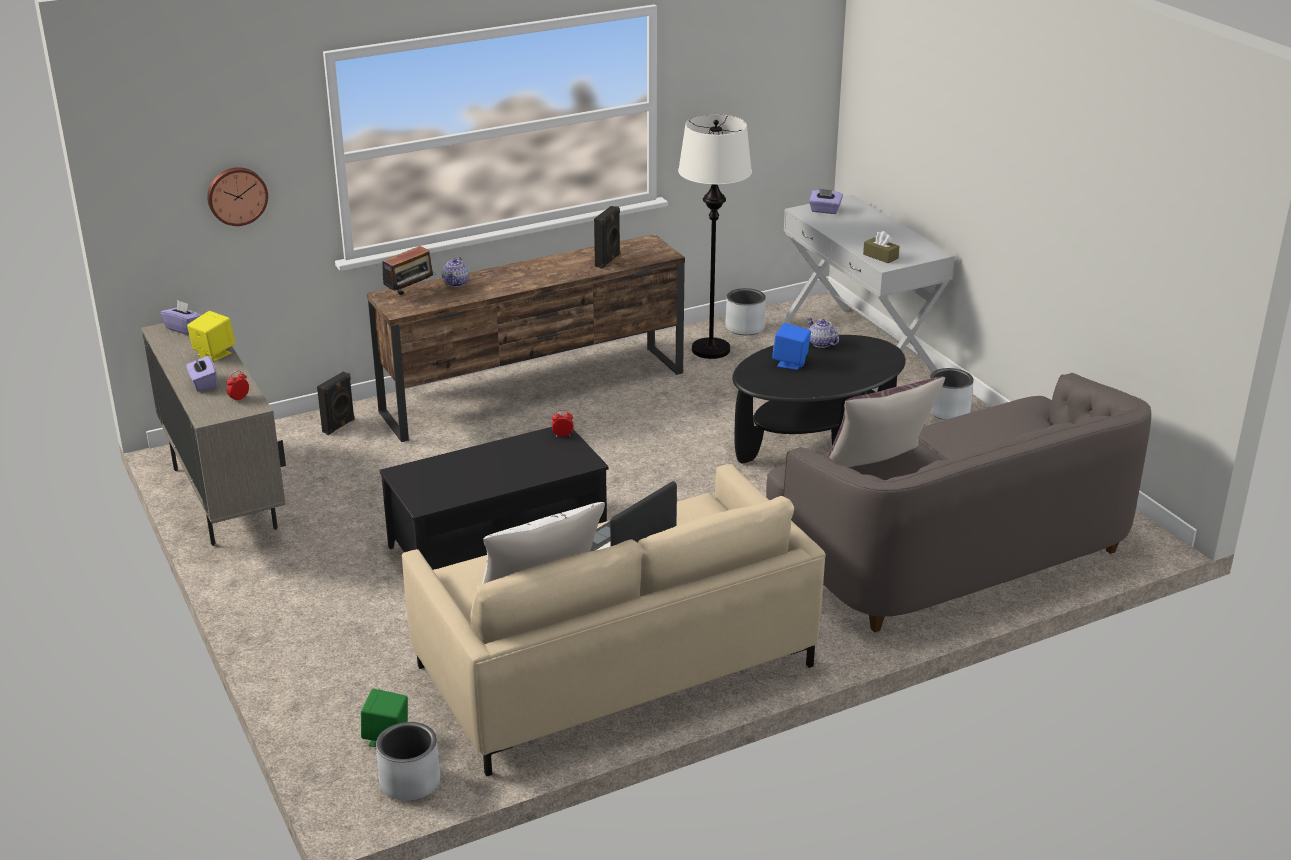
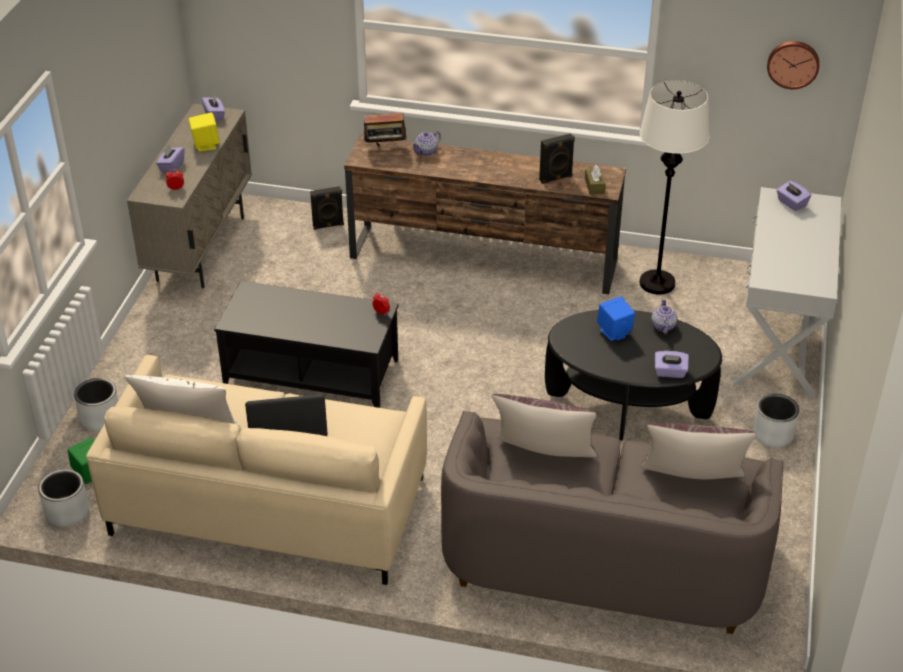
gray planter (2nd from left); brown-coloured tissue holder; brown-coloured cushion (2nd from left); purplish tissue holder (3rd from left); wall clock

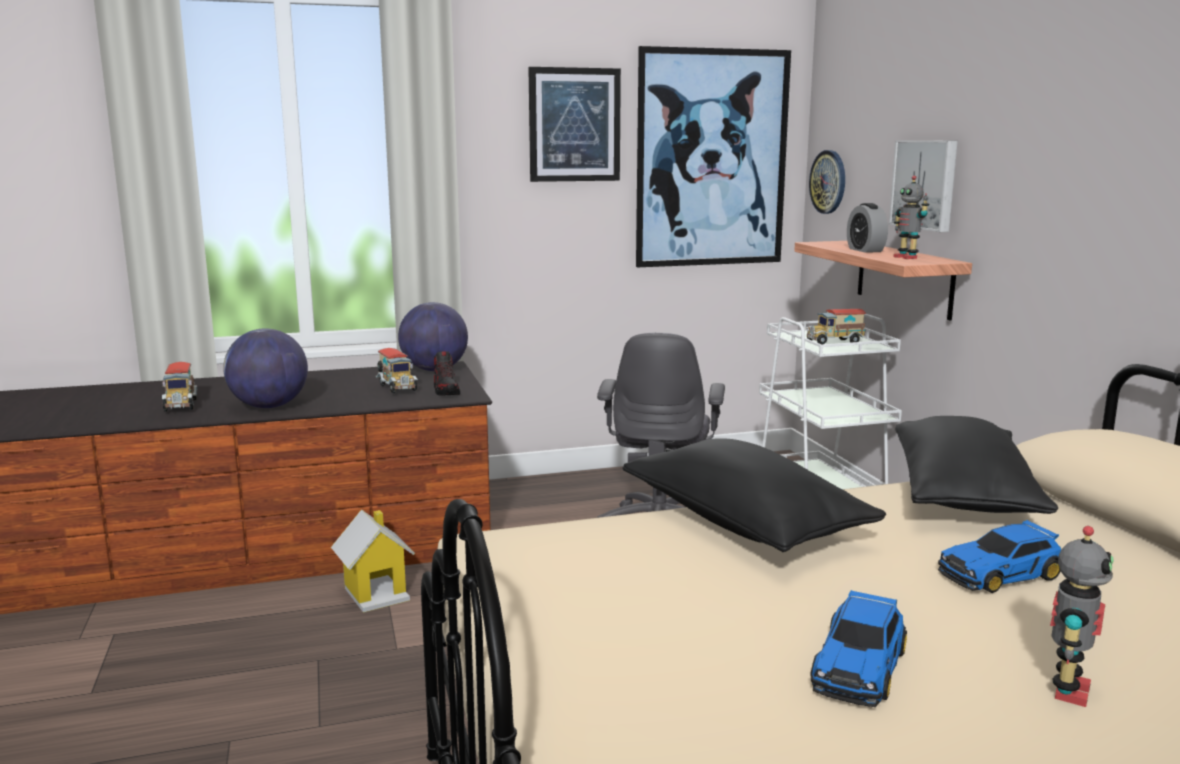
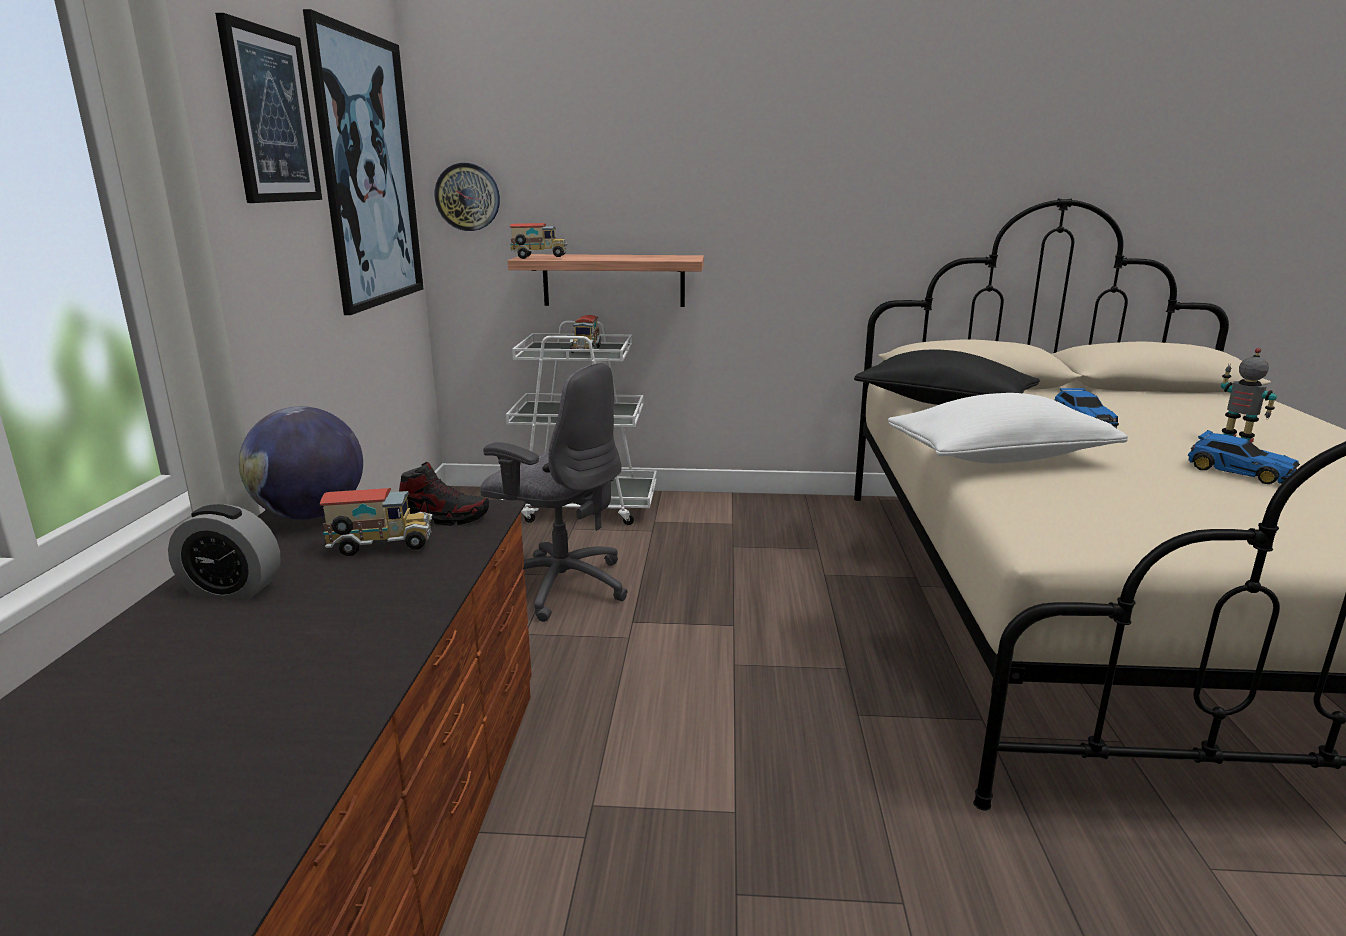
alarm clock; model truck (2nd from left); whitish cushion; desk globe (1st from left in the first image); model house; wall art (3rd from left in the first image); model robot (1st from left in the first image)

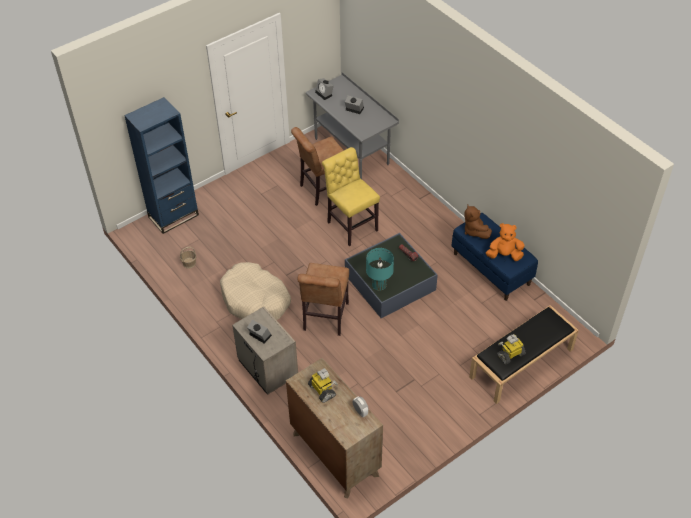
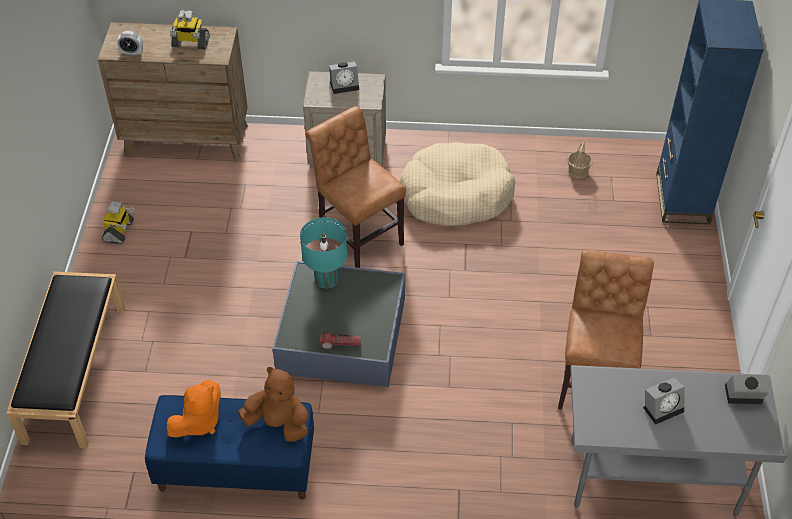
model robot (1st from left); yellowish upright chair

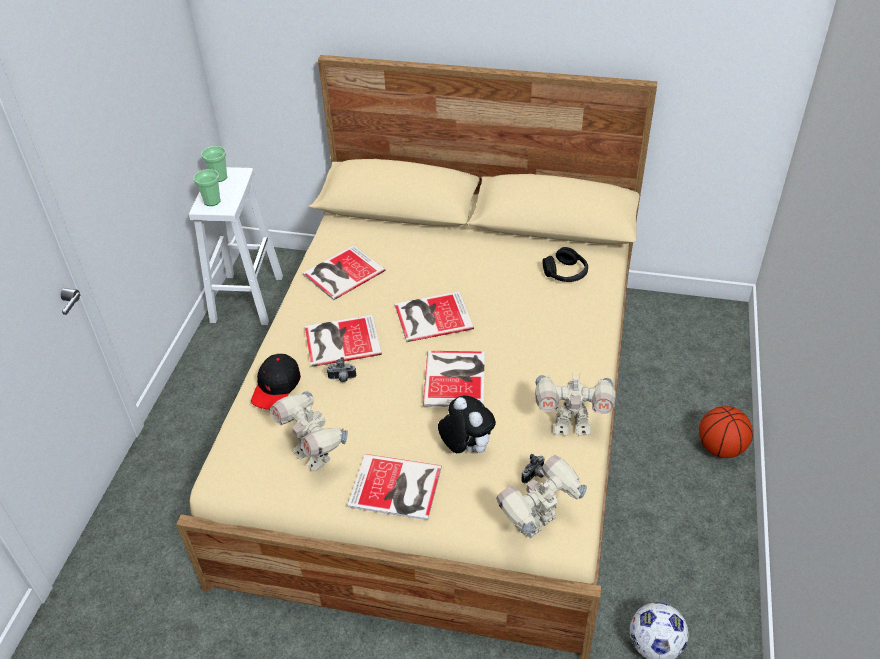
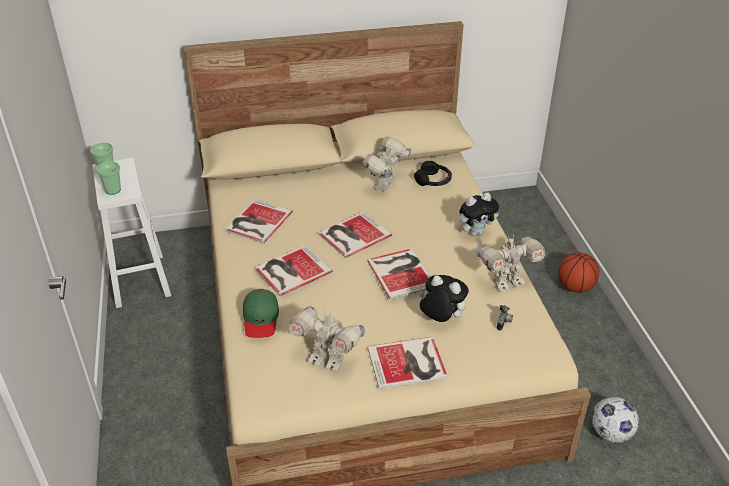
green-coloured baseball cap; model robot (2nd from left); soft toy (2nd from left); still camera (1st from left in the first image)

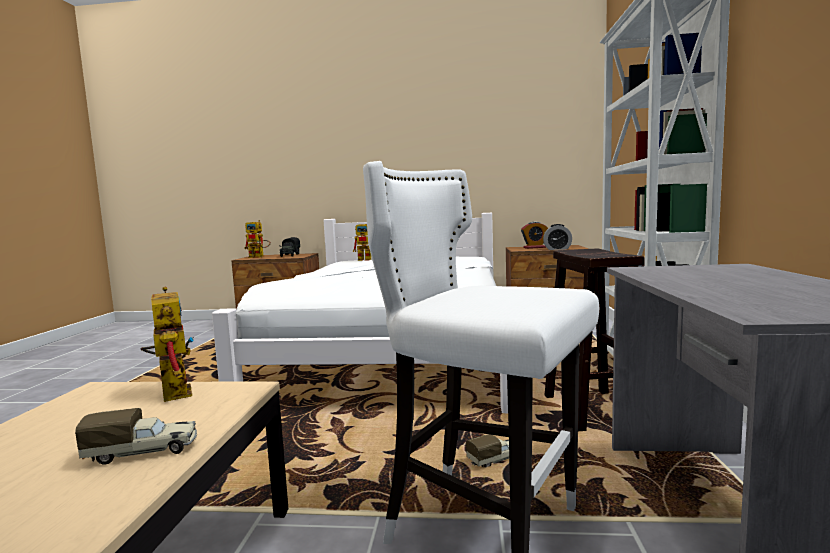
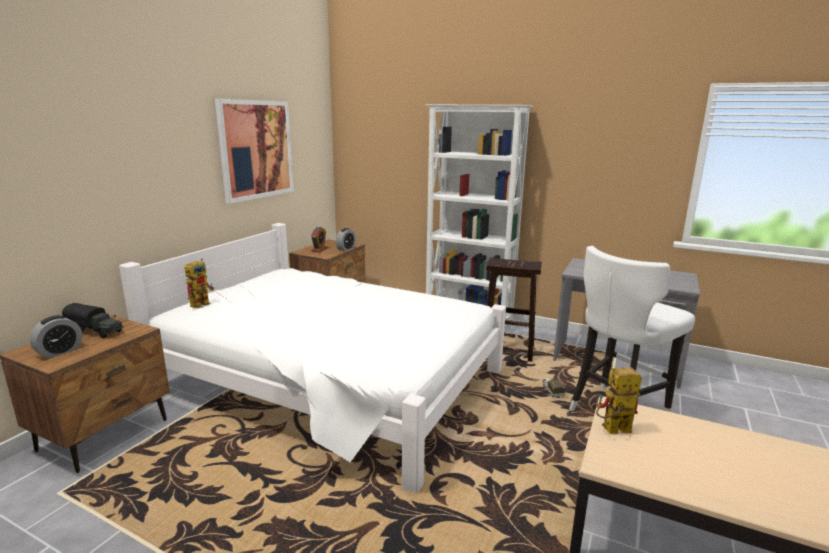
alarm clock (1st from left); wall art; model truck (1st from left in the first image)

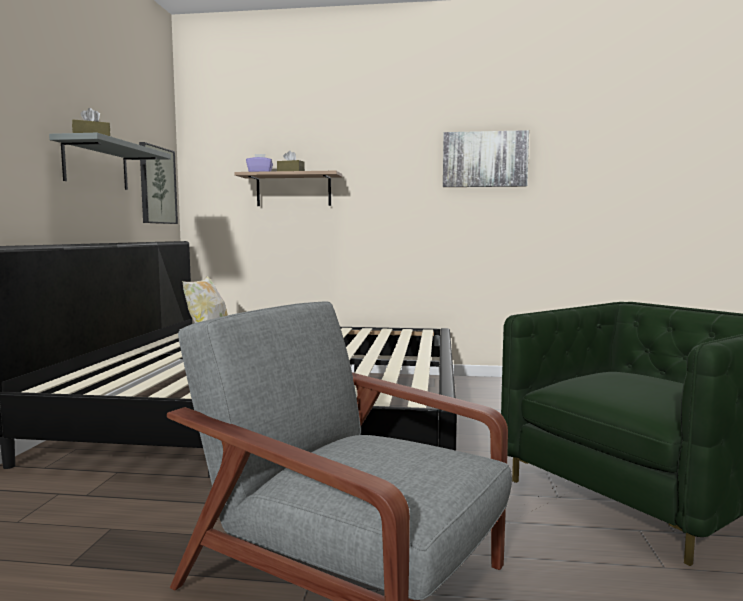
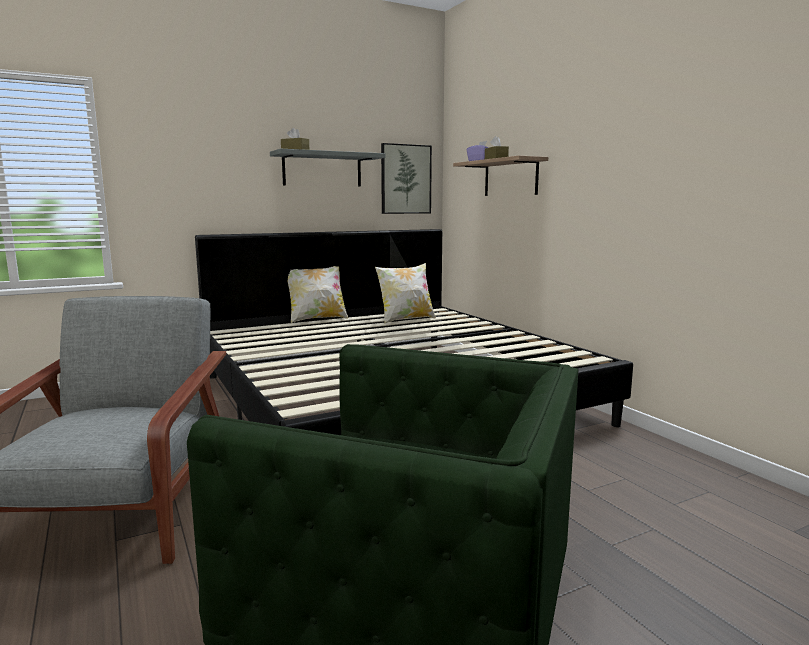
cushion (1st from left); wall art (2nd from left in the first image)

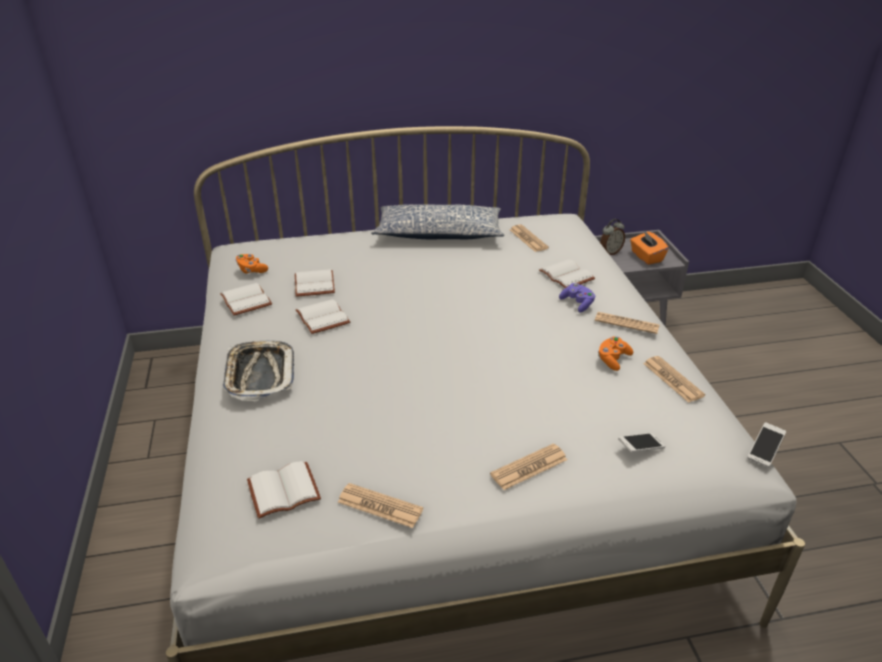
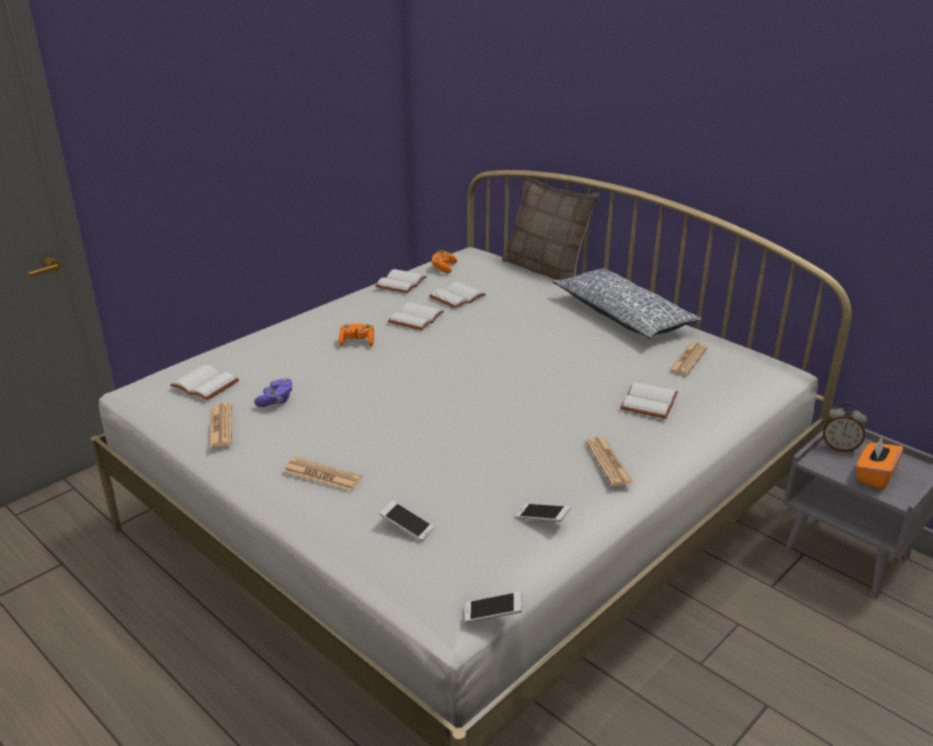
purplish gamepad; orange-coloured gamepad (1st from left); cushion (1st from left); handset (3rd from left); carrying tray

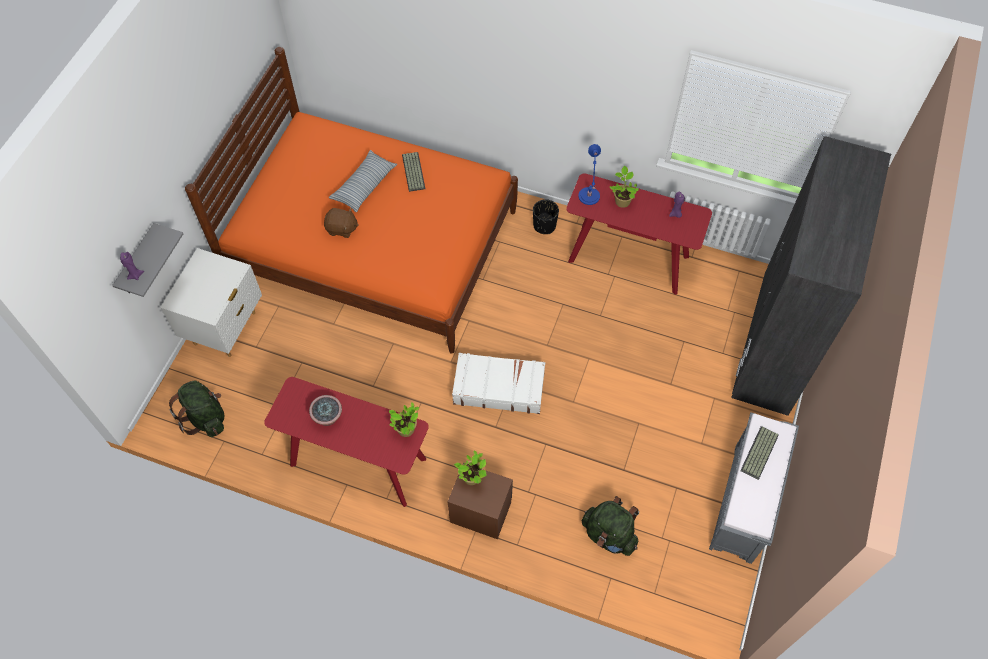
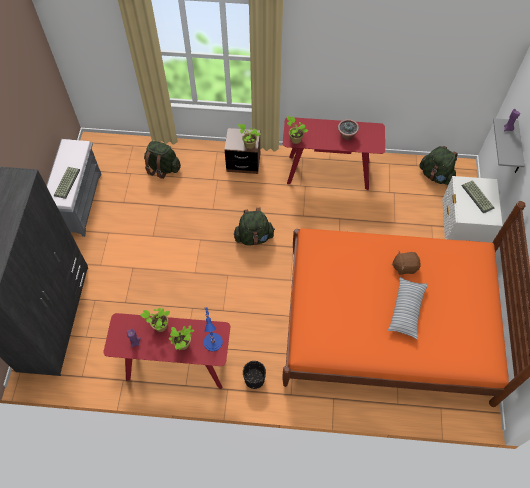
potted plant (1st from left); green-coloured rucksack (2nd from left); computer keyboard (2nd from left)

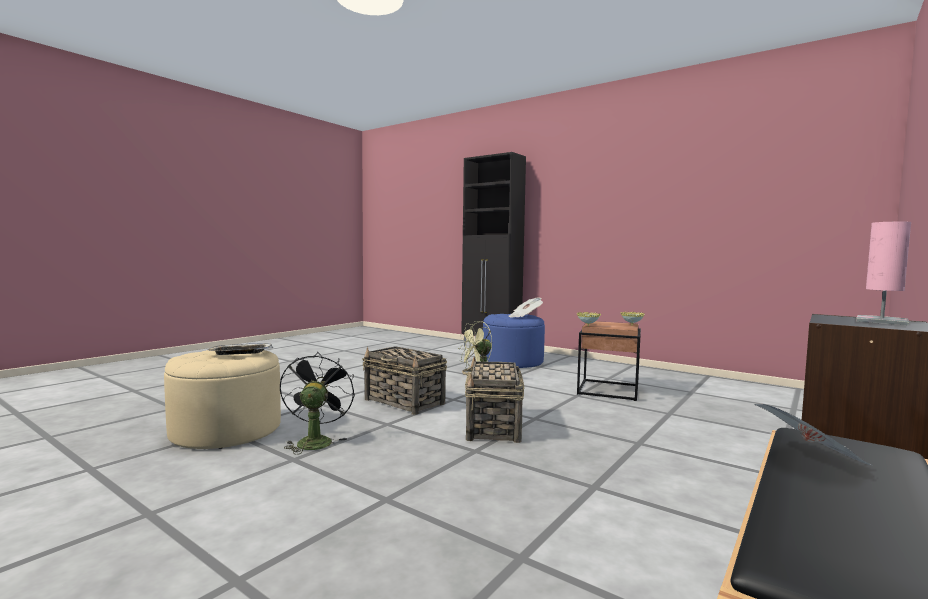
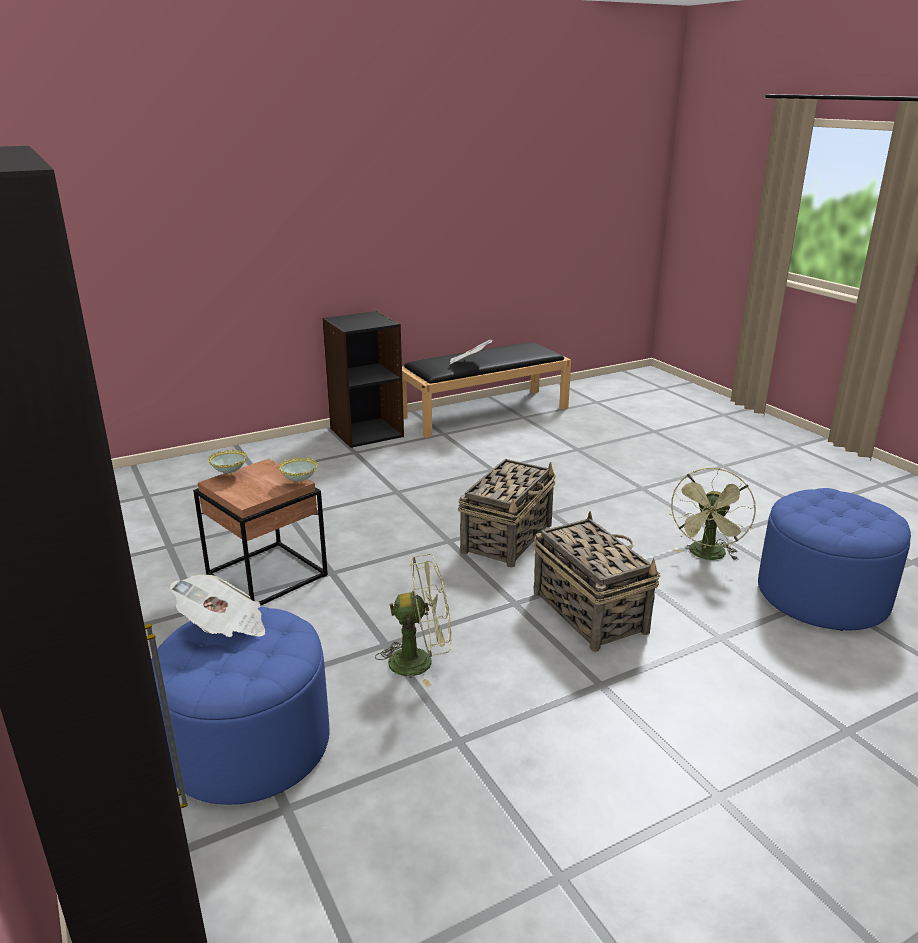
green-coloured fan (2nd from left); bluish footrest (2nd from left); carrying tray; pinkish lamp for a table

